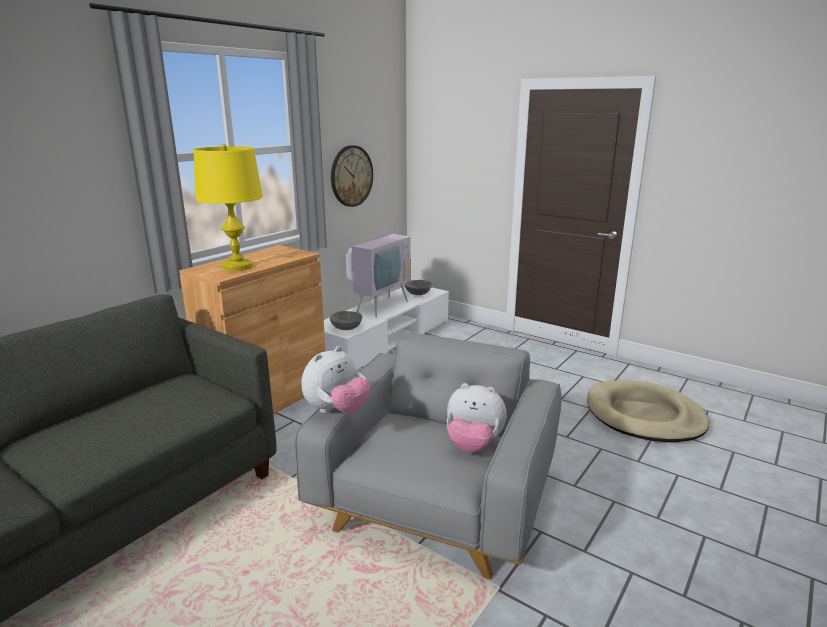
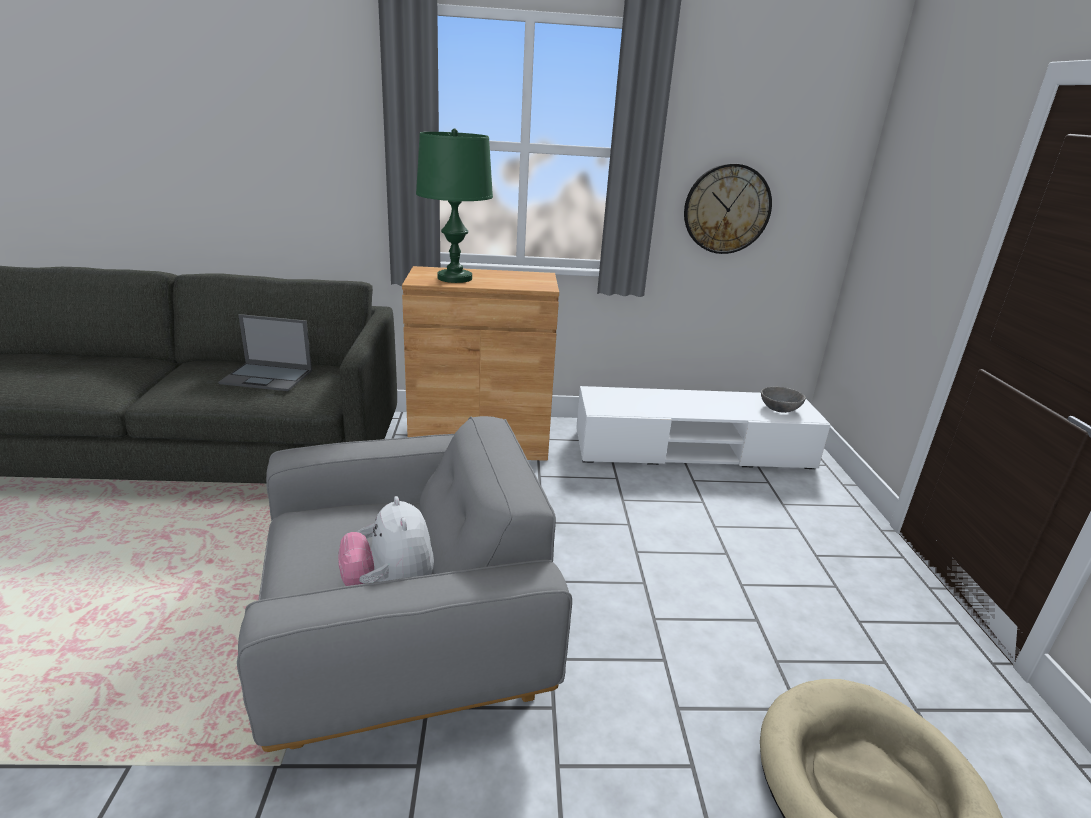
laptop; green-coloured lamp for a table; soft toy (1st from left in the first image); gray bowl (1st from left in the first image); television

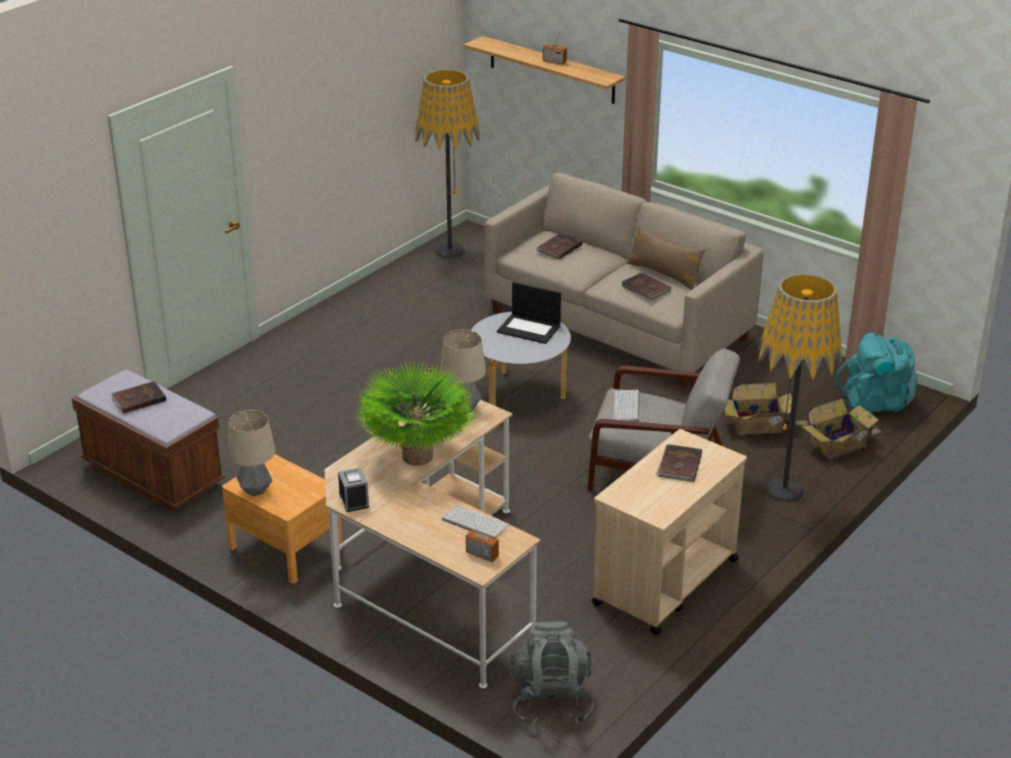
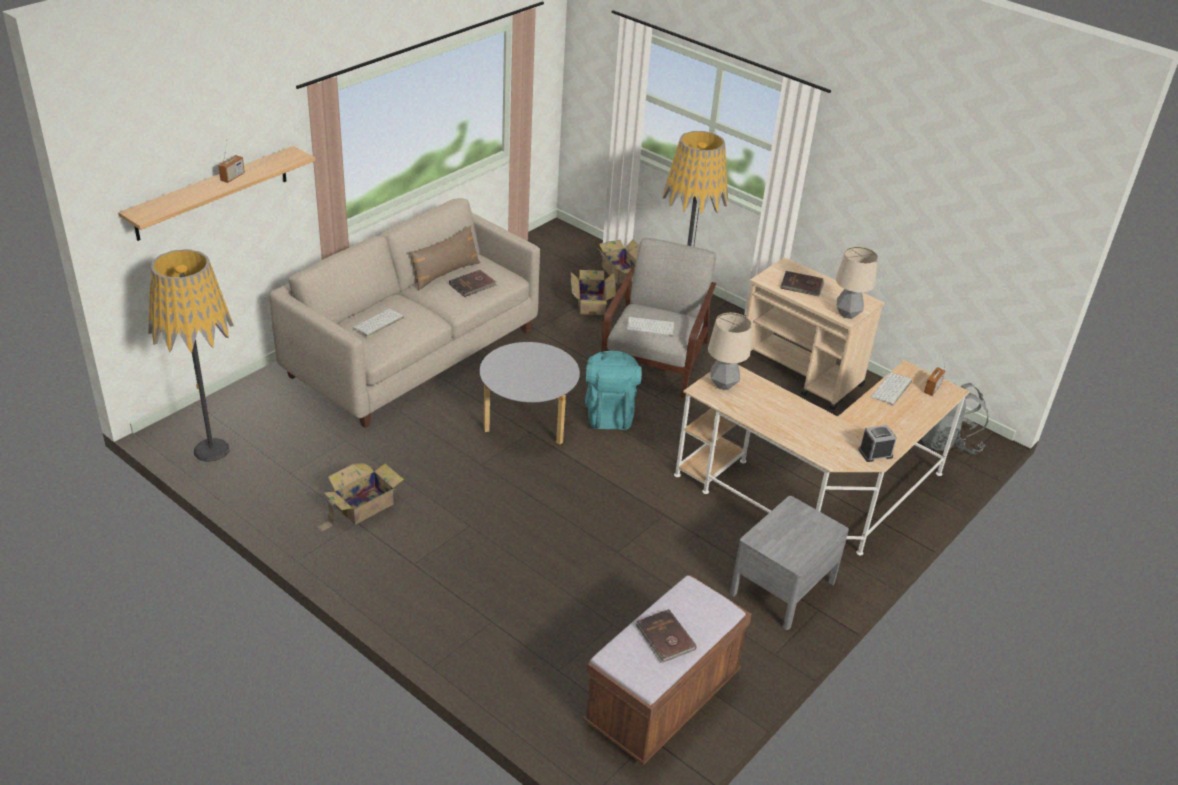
packing box (1st from left); computer keyboard (1st from left); blue-green rucksack; gray night table; lamp for a table (2nd from left); potted plant; laptop

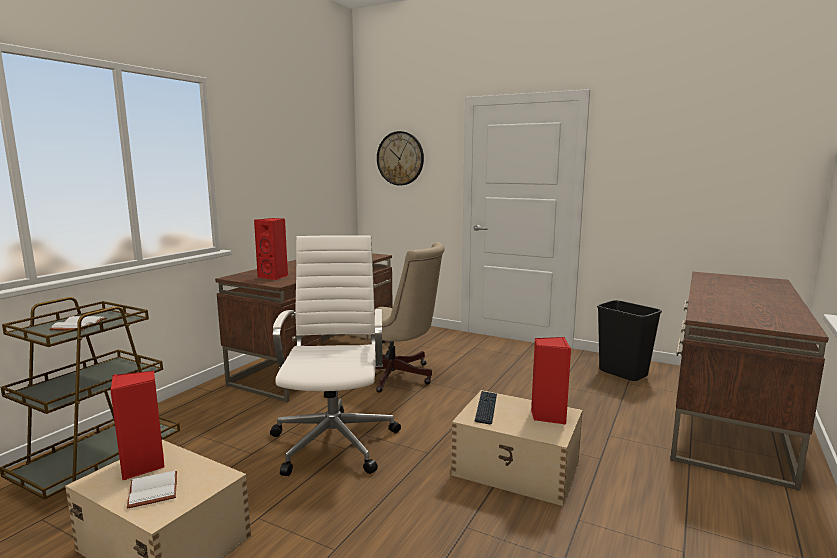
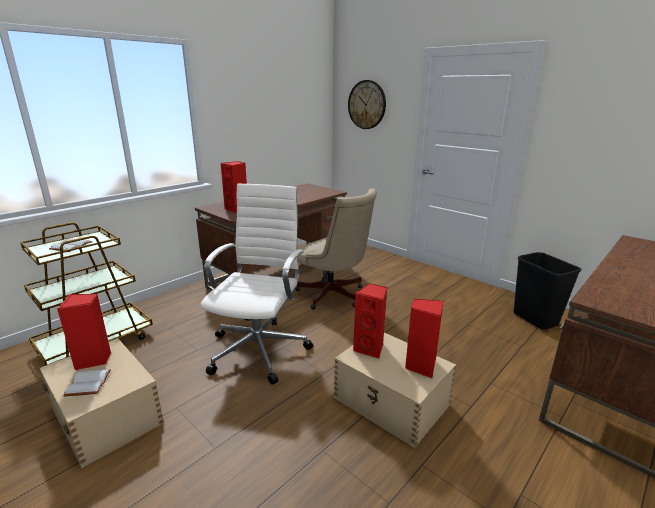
reddish loudspeaker (3rd from left)

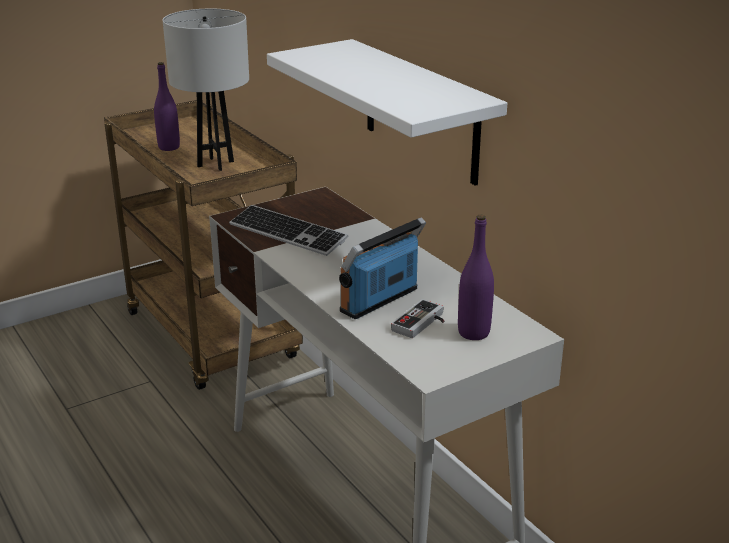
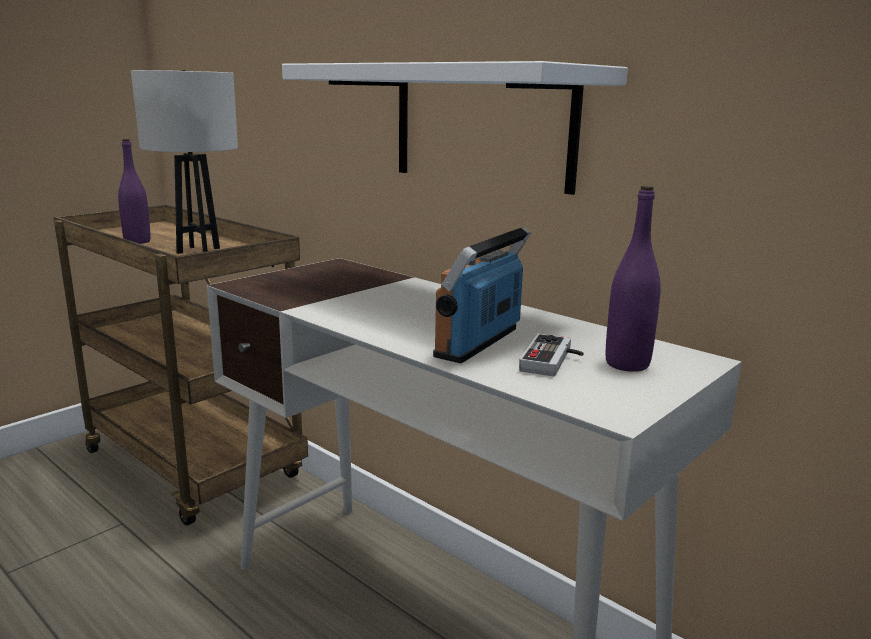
computer keyboard

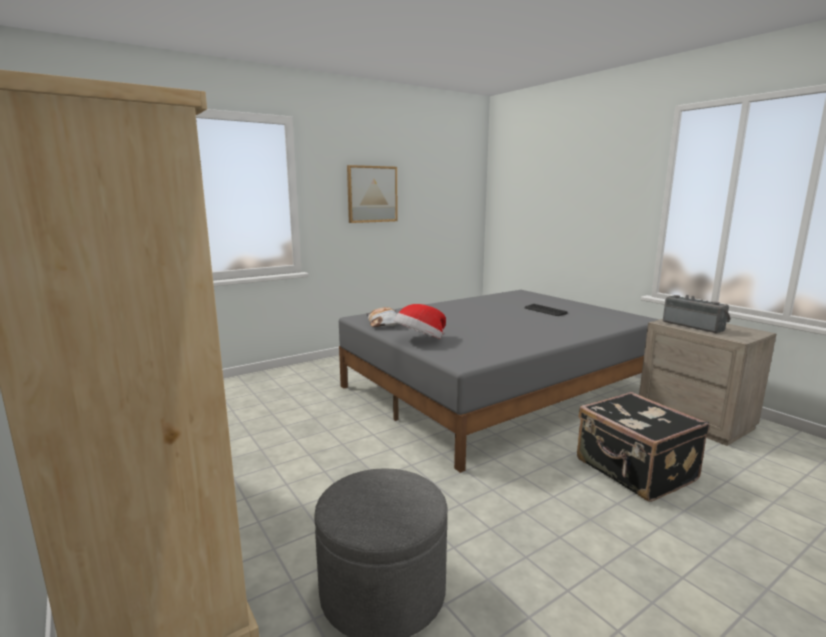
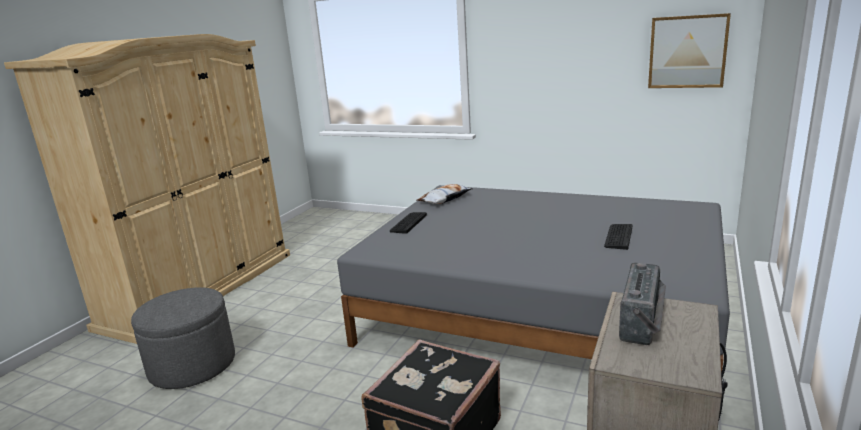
computer keyboard (1st from left); wall art

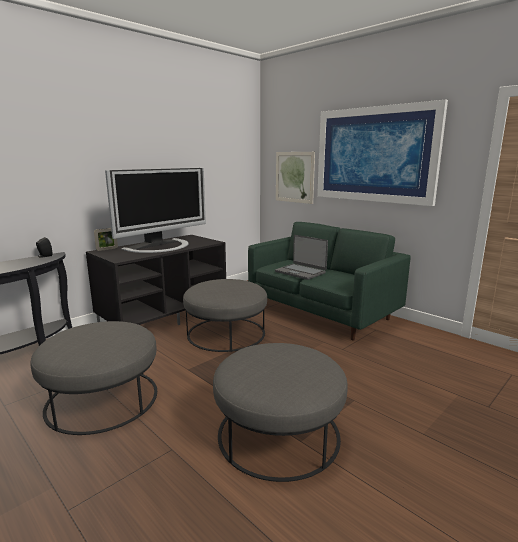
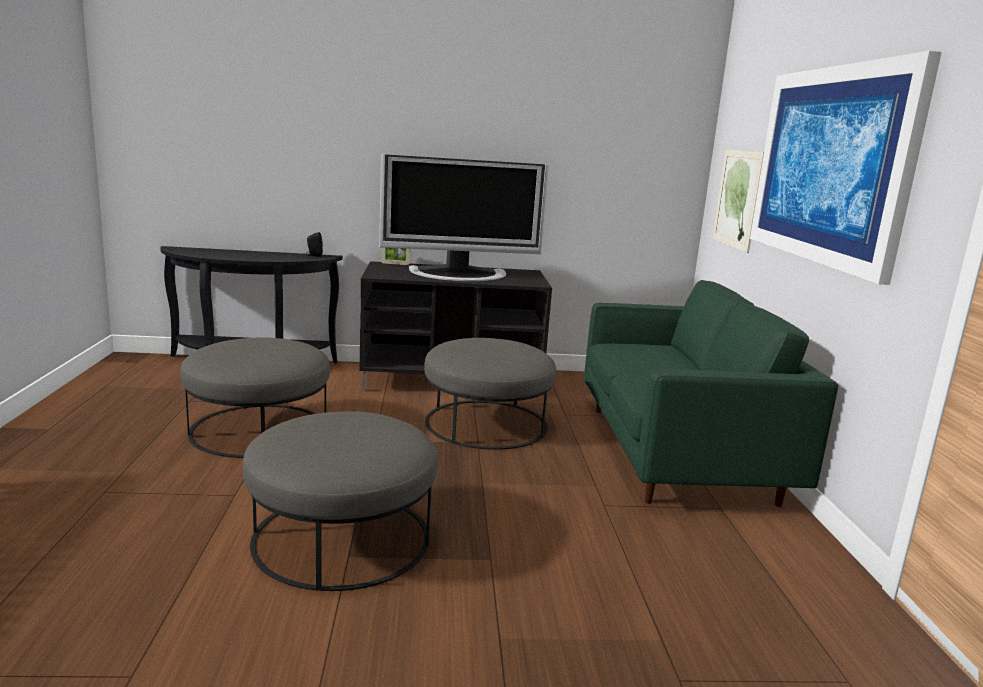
laptop

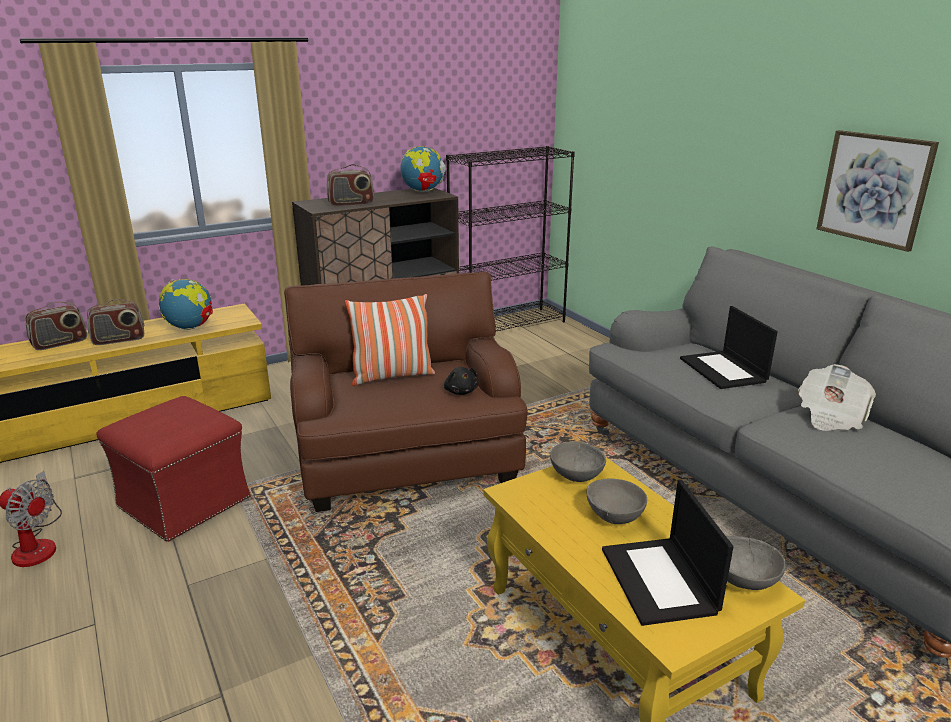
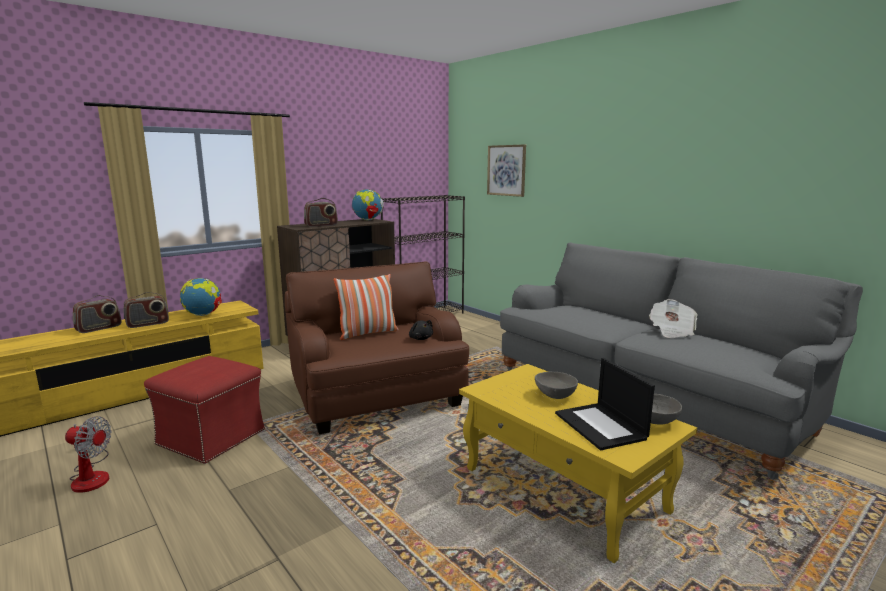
wall art; gray bowl (1st from left in the first image); laptop (2nd from left in the first image)

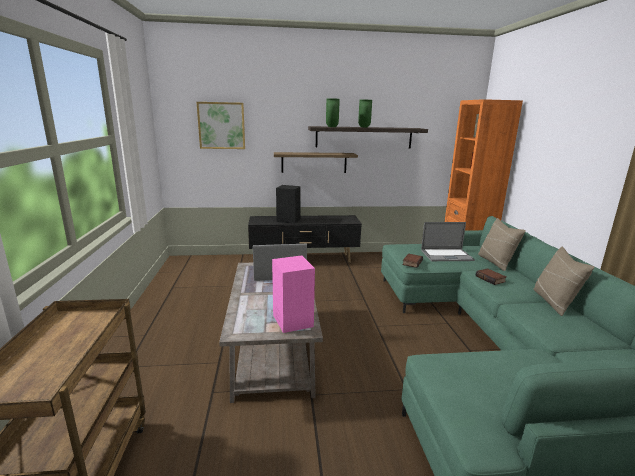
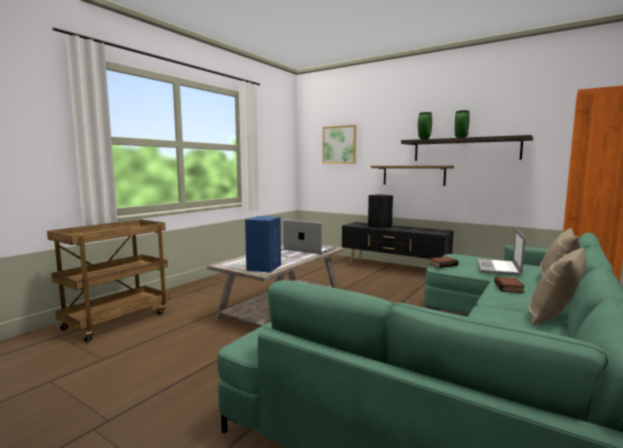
bluish loudspeaker; laptop (2nd from left)

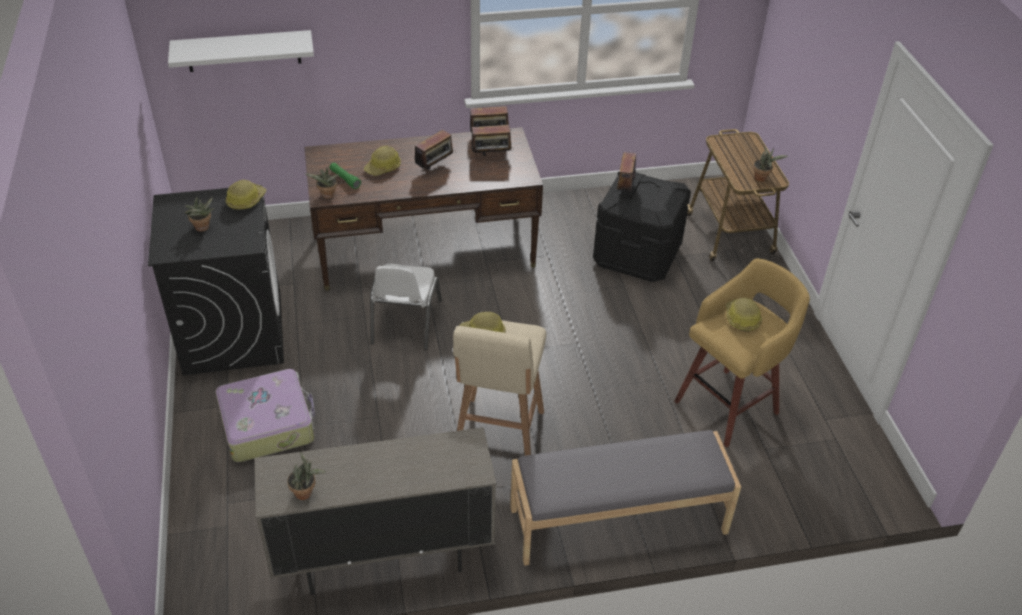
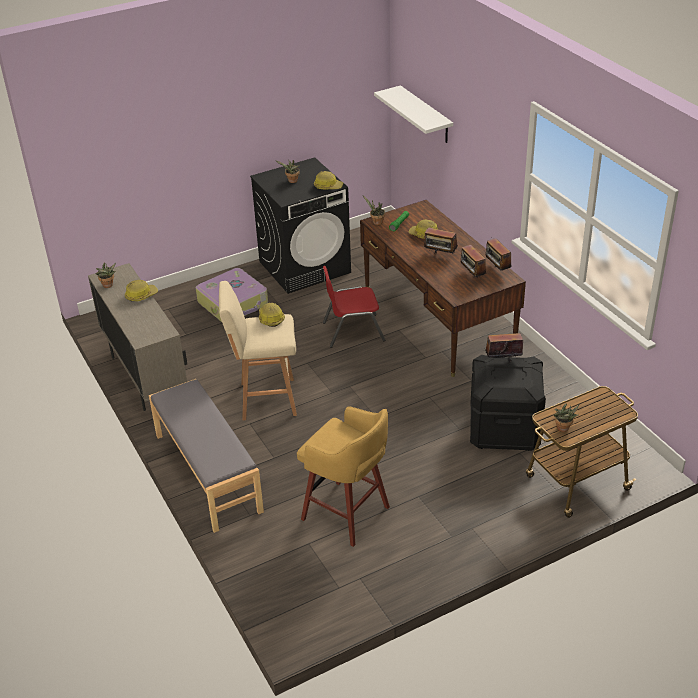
safety helmet (1st from left); reddish upright chair

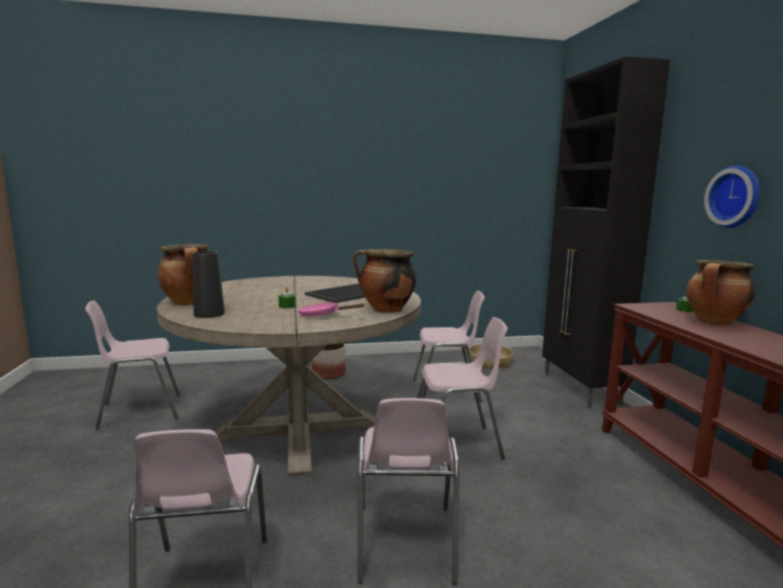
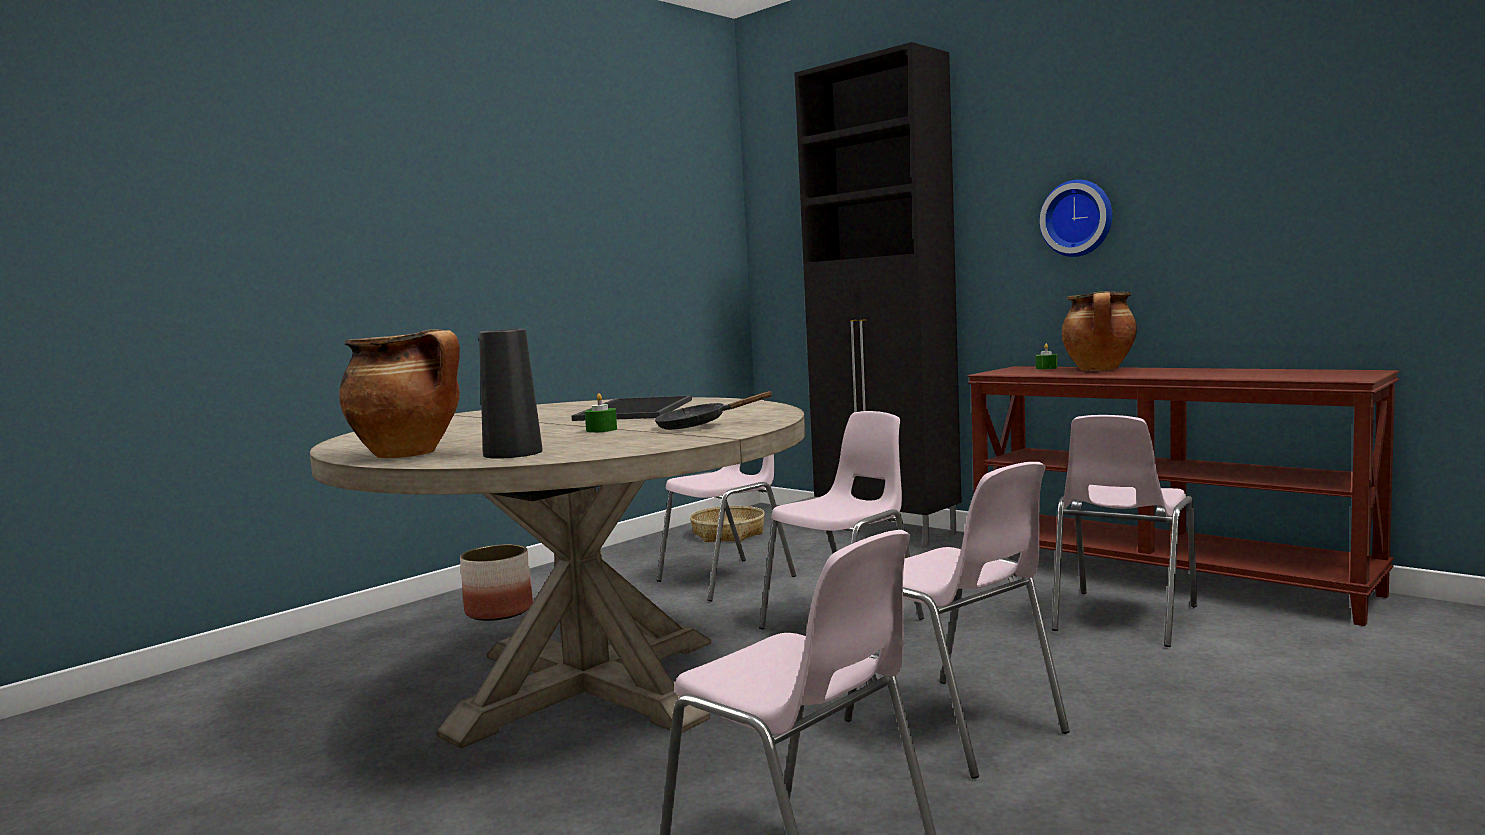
blackish pan; pinkish upright chair (5th from left); cooking pot (2nd from left in the first image)

